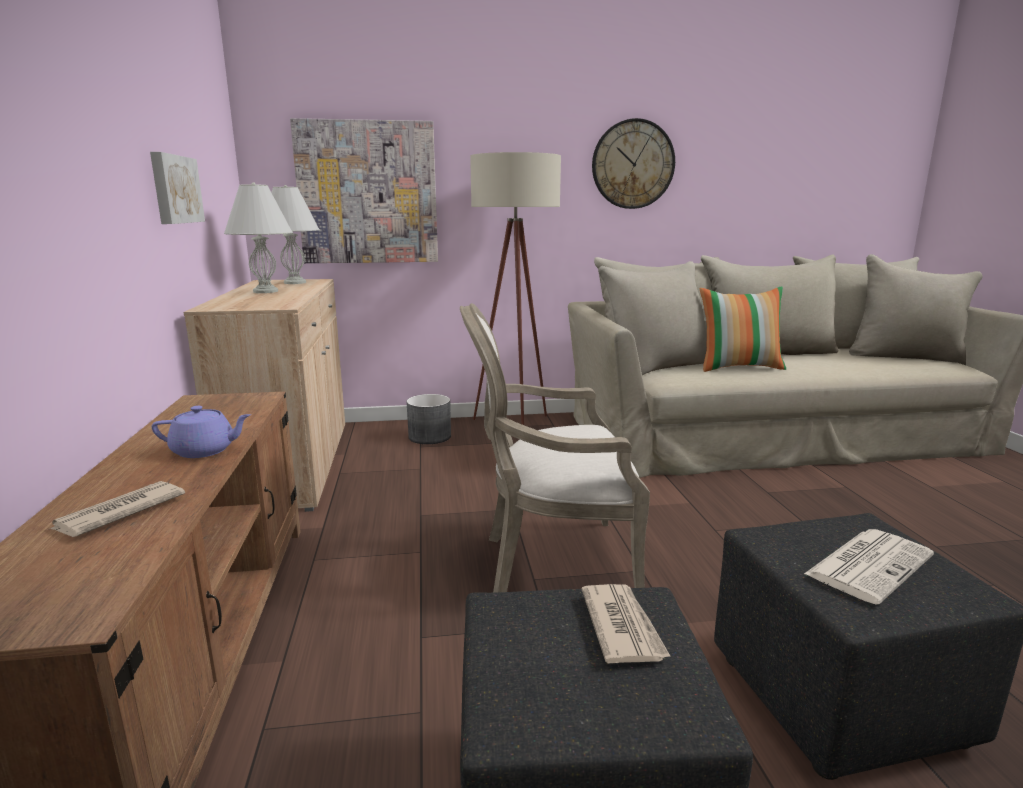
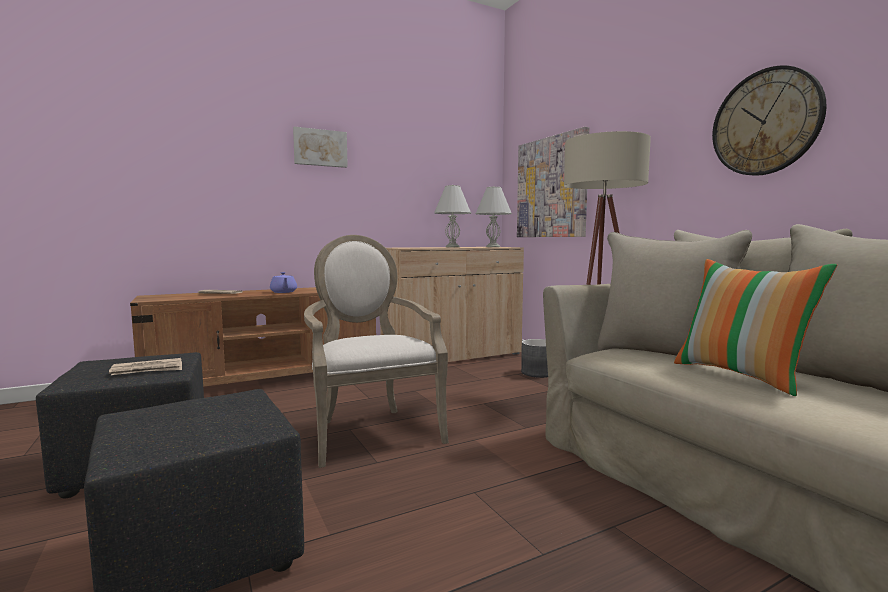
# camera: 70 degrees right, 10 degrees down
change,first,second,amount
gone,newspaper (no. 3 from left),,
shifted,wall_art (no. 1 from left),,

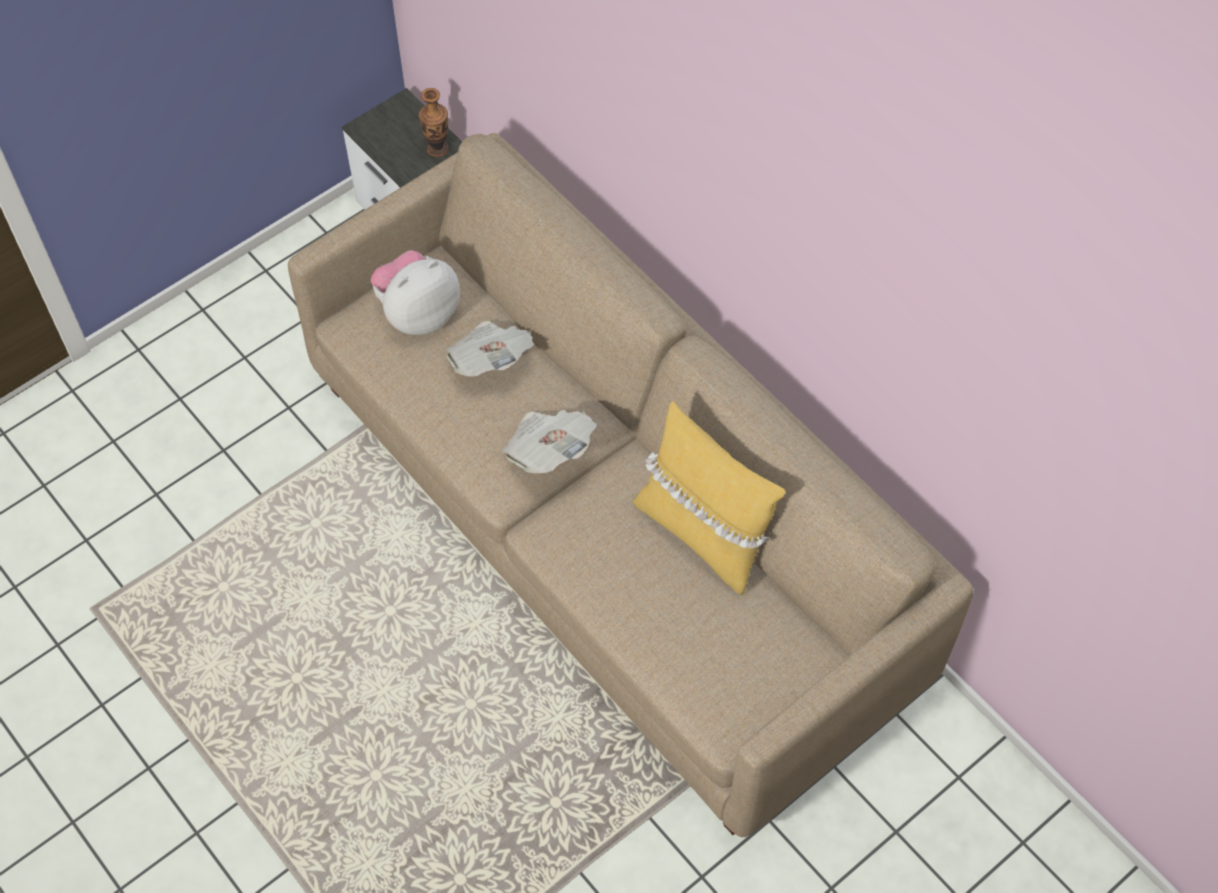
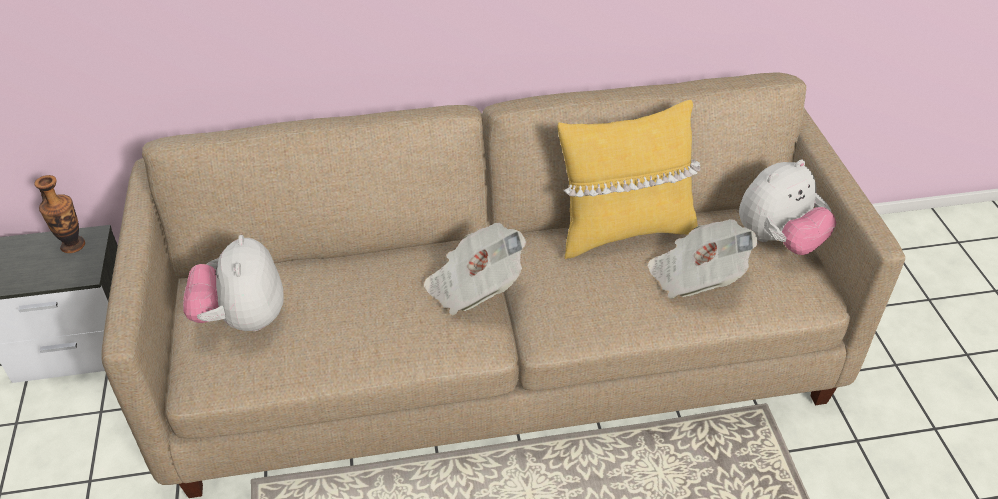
# camera: 60 degrees left, 15 degrees down
change,first,second,amount
new,,soft_toy (no. 2 from left),
shifted,newspaper (no. 1 from left in the first image),newspaper (no. 2 from left),

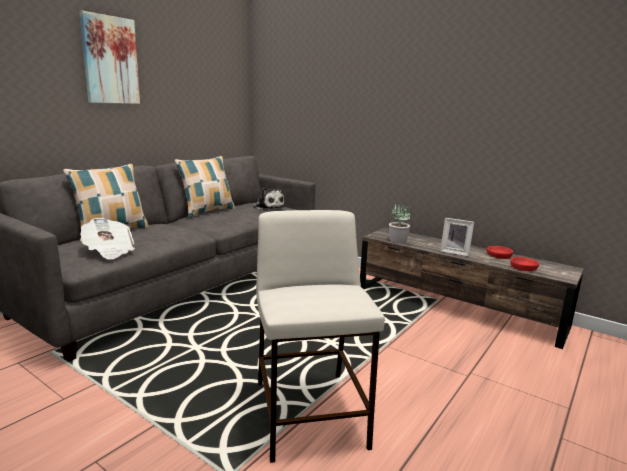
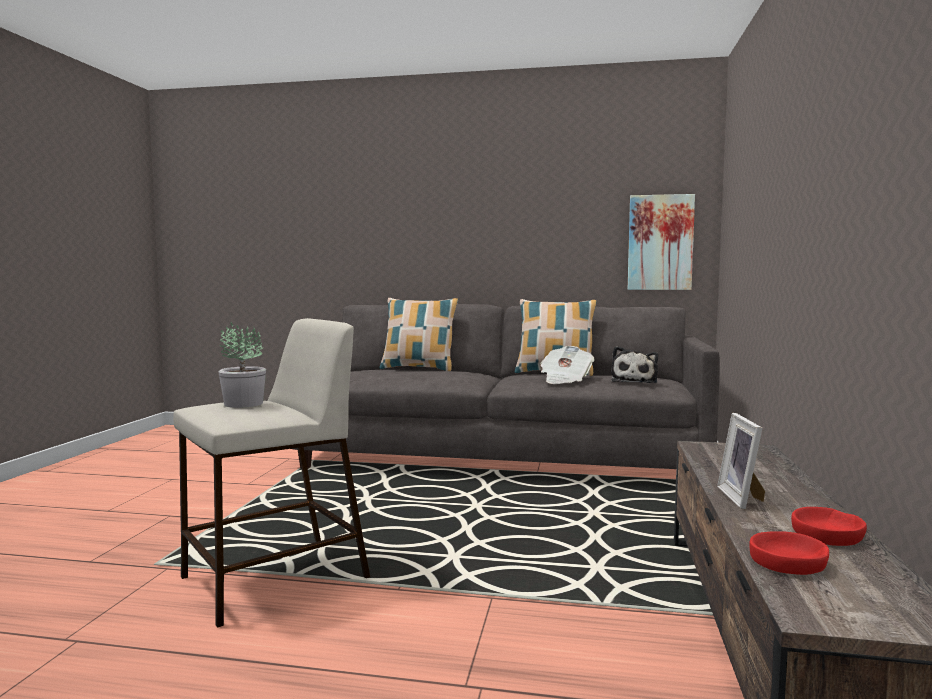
# camera: 65 degrees right, 10 degrees down
change,first,second,amount
shifted,wall_art,,
shifted,newspaper,,
shifted,houseplant,,

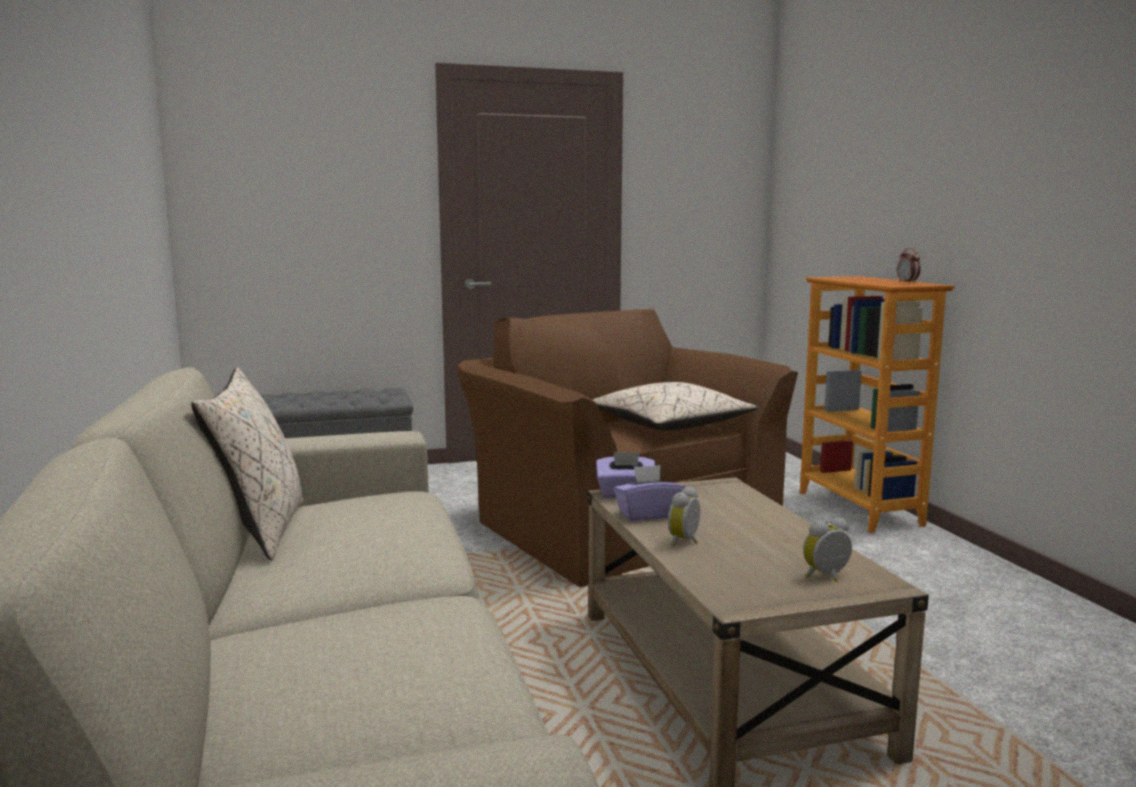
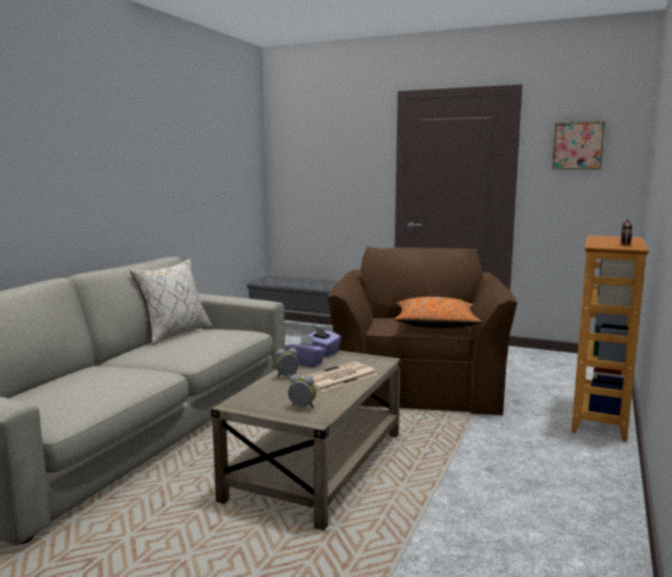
# camera: 40 degrees right, 0 degrees up
change,first,second,amount
new,,newspaper,
new,,wall_art,
repainted,beige_throw_pillow (no. 2 from left),orangey_throw_pillow,

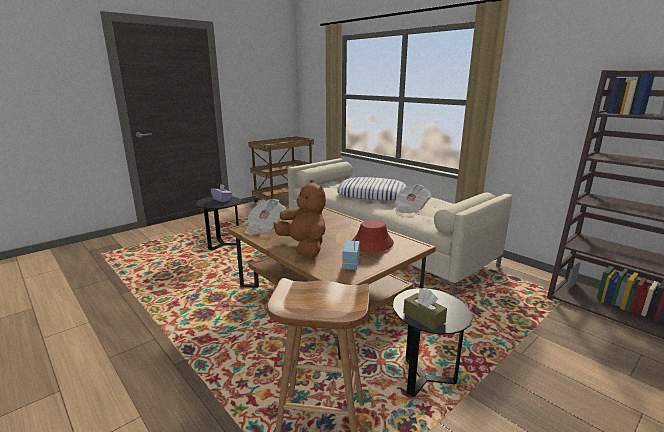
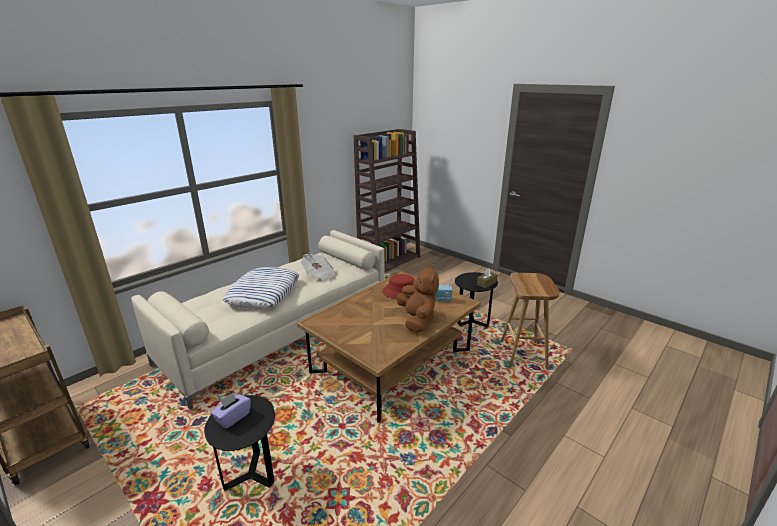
# camera: 95 degrees left, 5 degrees up
change,first,second,amount
gone,newspaper (no. 1 from left),,
rotated,brownish_soft_toy,,120 degrees clockwise

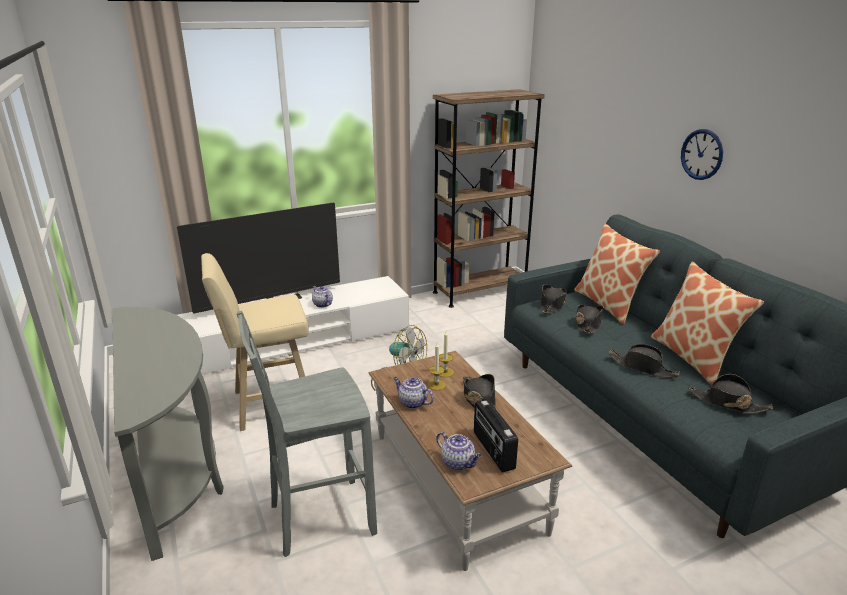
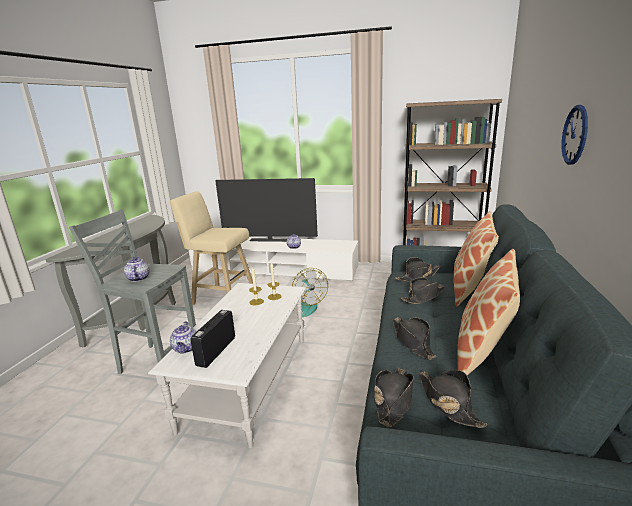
# camera: 40 degrees right, 5 degrees down
change,first,second,amount
shifted,pot_for_tea (no. 2 from left in the first image),pot_for_tea (no. 1 from left),
shifted,blackish_hat (no. 1 from left),,
repainted,brownish_coffee_table,whitish_coffee_table,

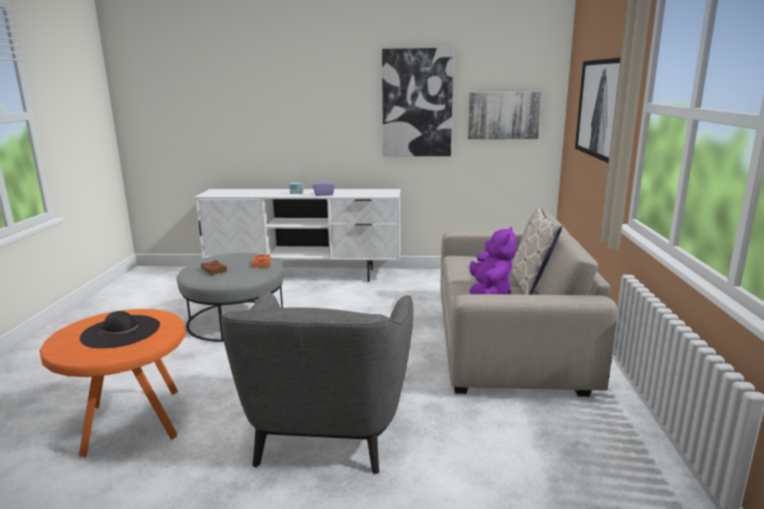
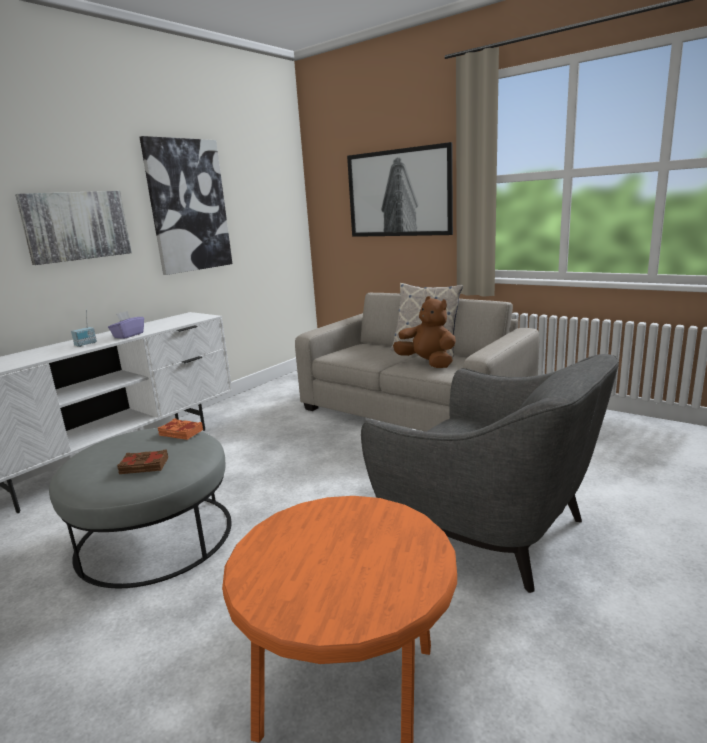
# camera: 55 degrees left, 0 degrees up
change,first,second,amount
gone,blackish_hat,,
shifted,wall_art (no. 2 from left in the first image),wall_art (no. 1 from left),
repainted,purple-coloured_soft_toy,brownish_soft_toy,

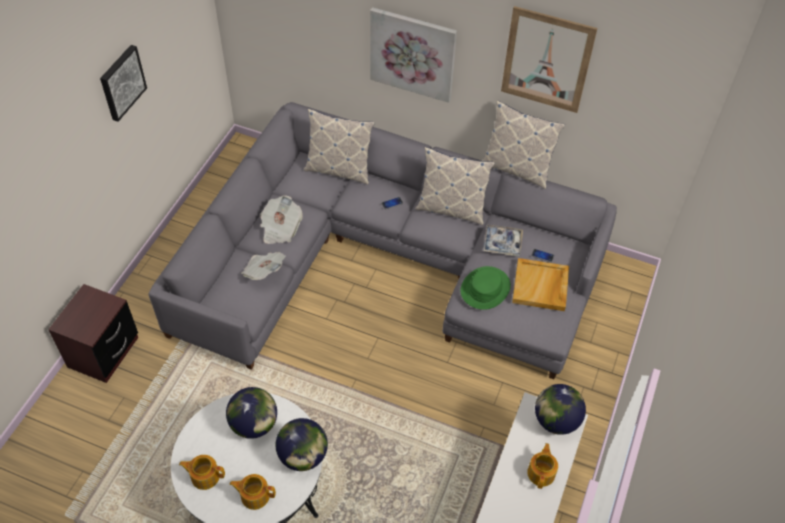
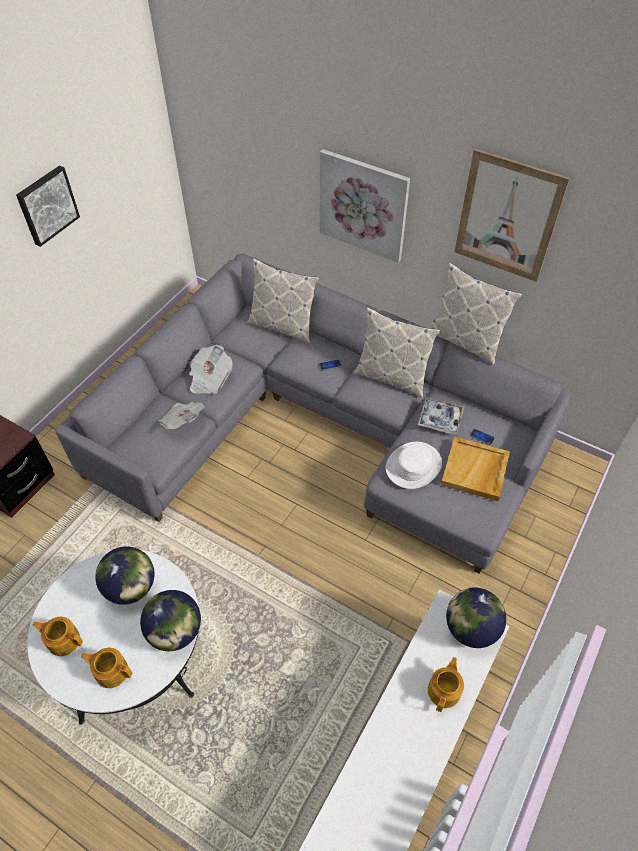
# camera: 10 degrees right, 0 degrees up
change,first,second,amount
repainted,green-coloured_hat,whitish_hat,

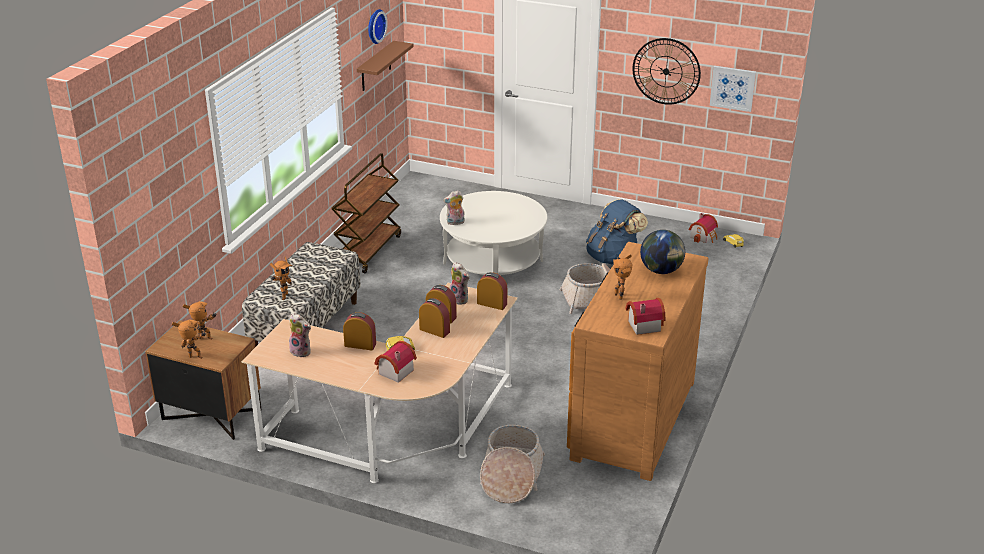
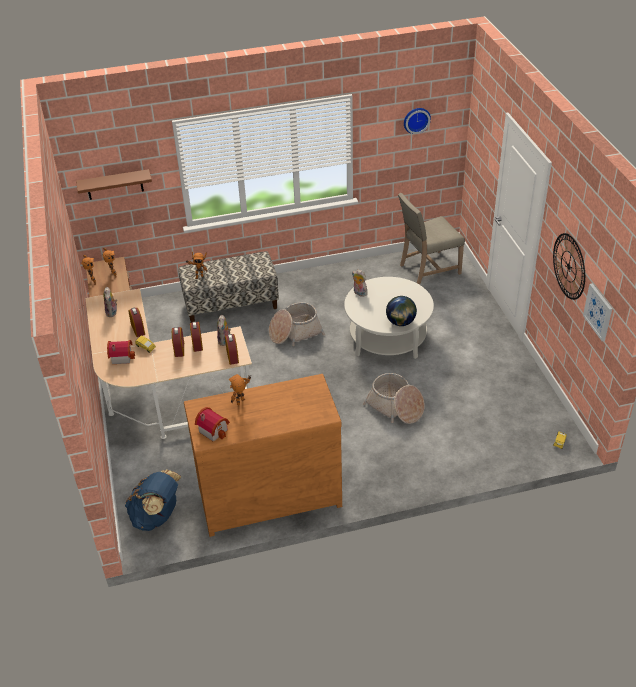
# camera: 55 degrees right, 10 degrees up
change,first,second,amount
gone,brownish_trolley,,
gone,toy_house (no. 3 from left),,
new,,beige_plain_chair,
shifted,brownish_bracket_shelf,,
shifted,household_basket (no. 1 from left),,
shifted,blue-coloured_rucksack,,
shifted,globe,,

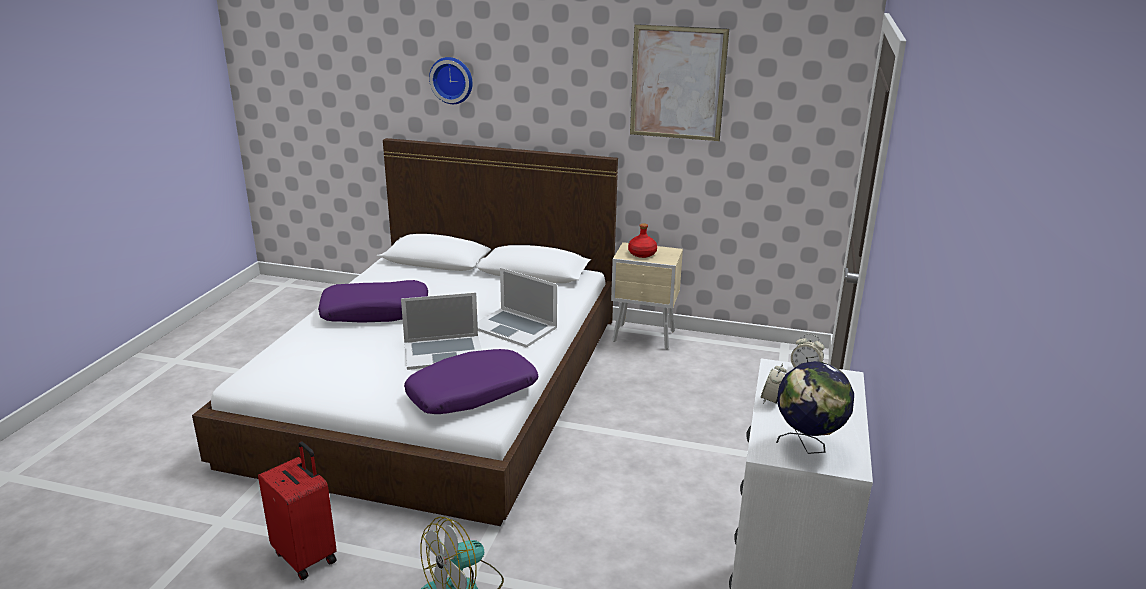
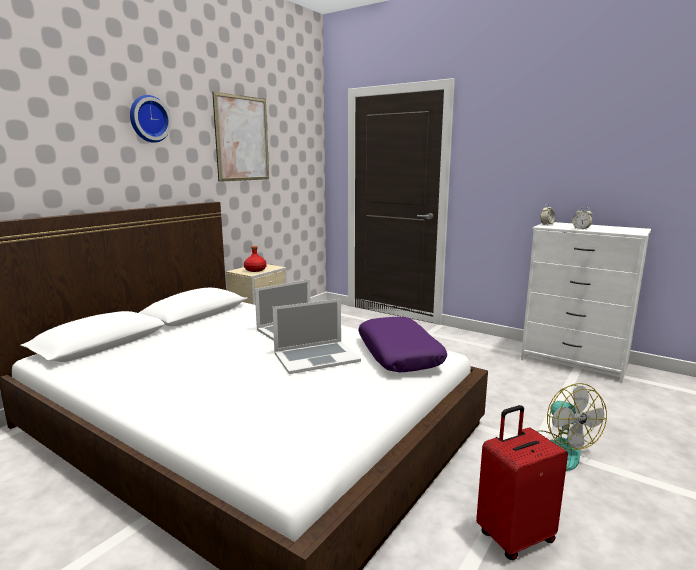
# camera: 70 degrees left, 10 degrees down
change,first,second,amount
gone,purple-coloured_throw_pillow (no. 1 from left),,
gone,globe,,
shifted,clock_on_the_wall,,
rotated,laptop (no. 1 from left in the first image),laptop (no. 2 from left),60 degrees clockwise

